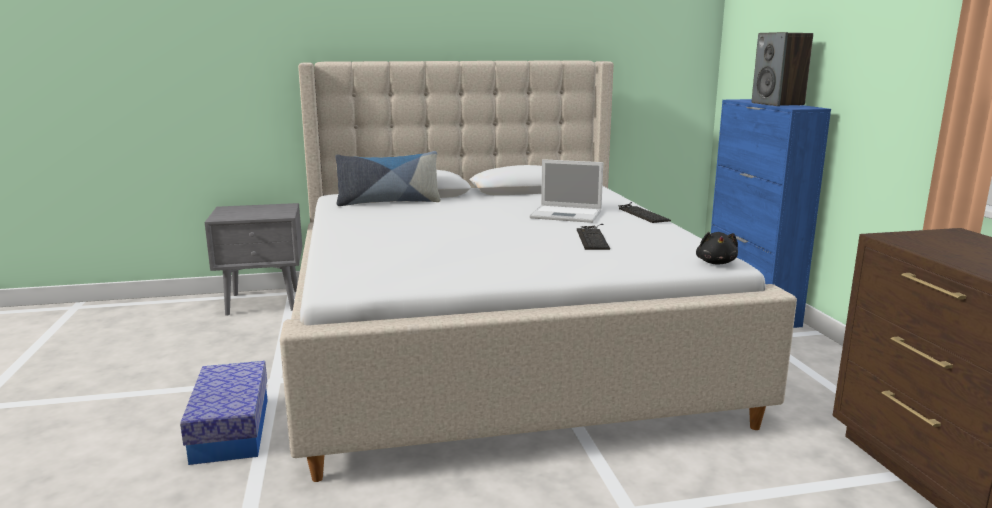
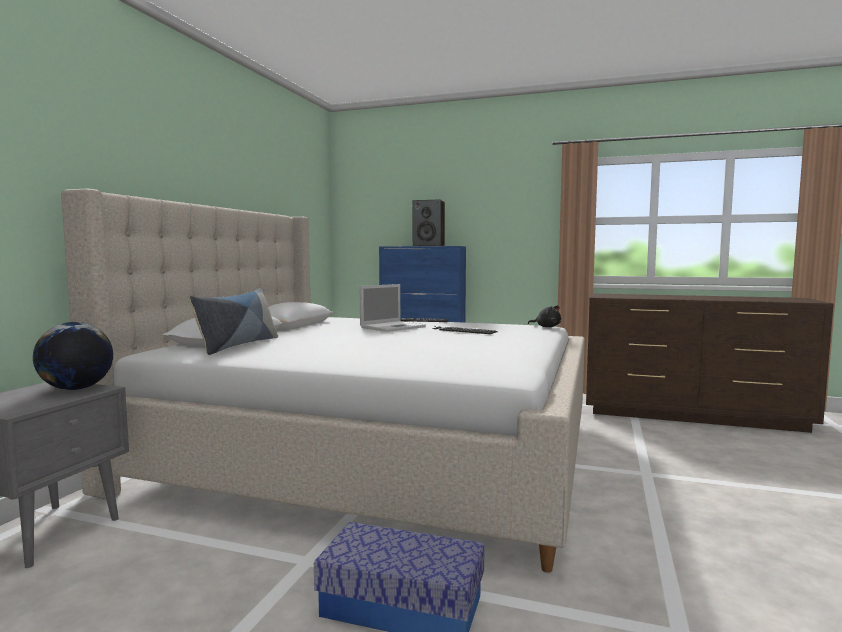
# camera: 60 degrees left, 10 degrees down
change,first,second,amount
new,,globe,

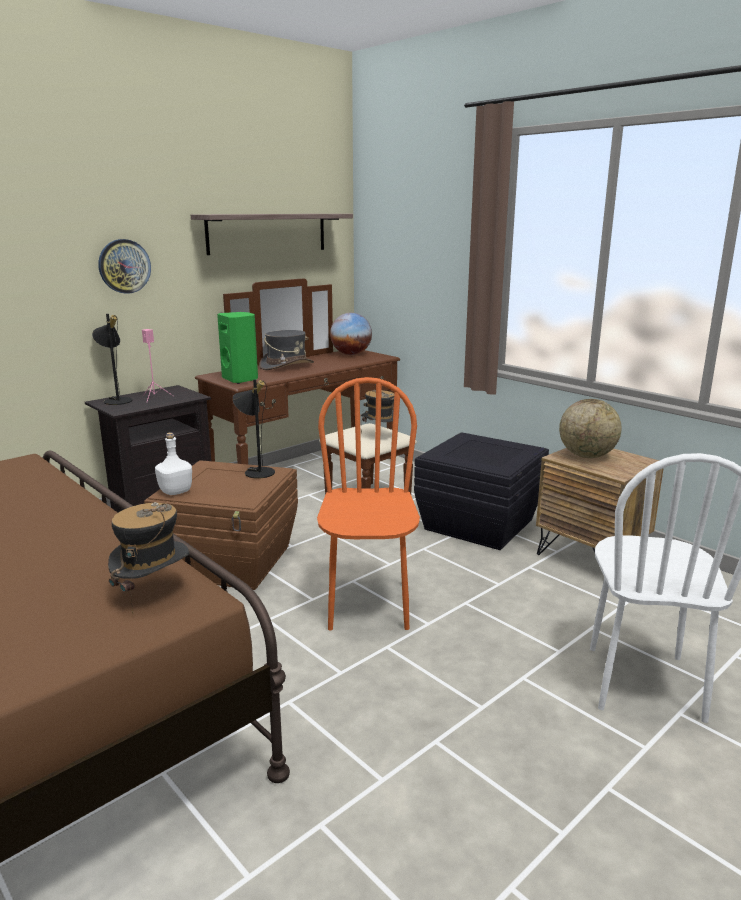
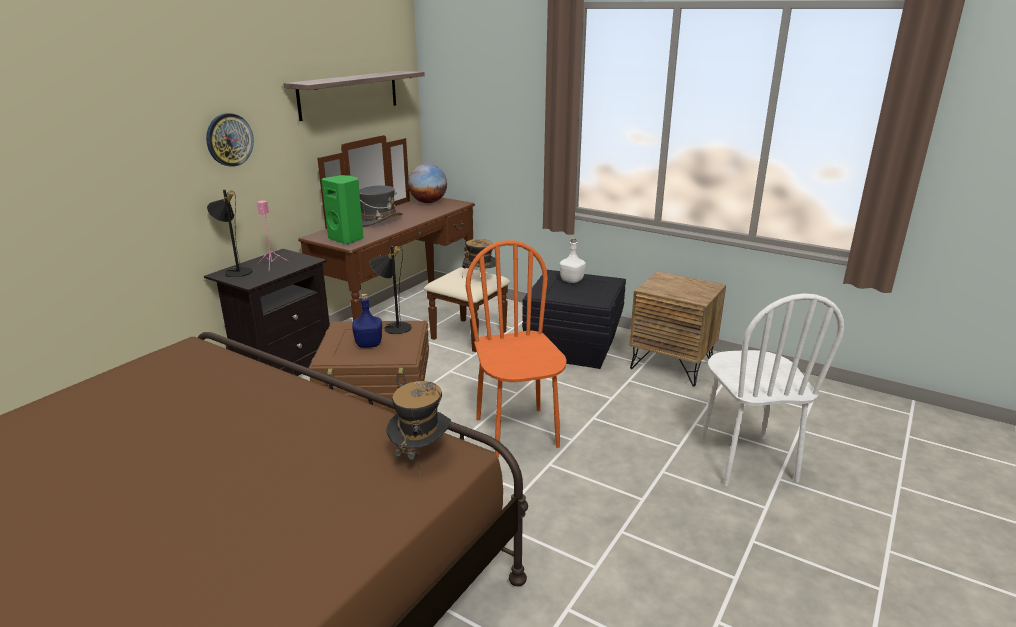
# camera: 15 degrees left, 5 degrees up
change,first,second,amount
gone,globe (no. 2 from left),,
new,,blue-coloured_beverage_bottle,
shifted,whitish_beverage_bottle,,

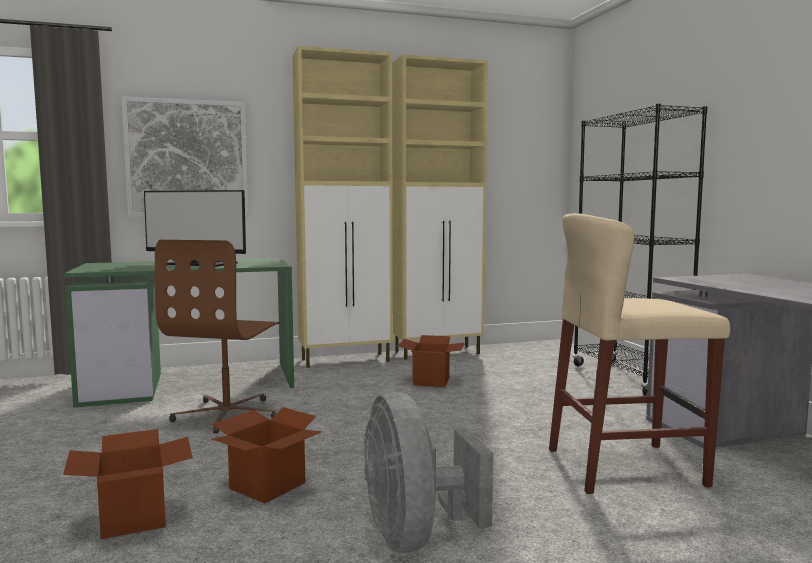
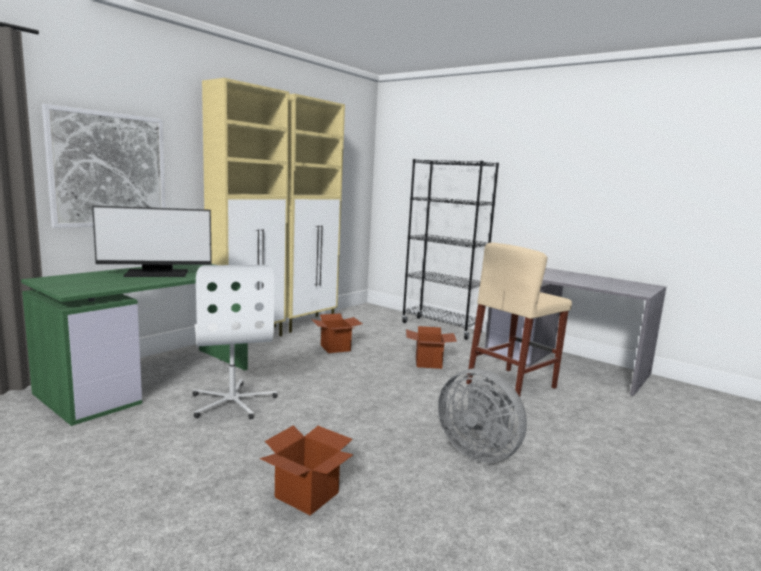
# camera: 35 degrees left, 5 degrees up
change,first,second,amount
shifted,cardboard_box (no. 2 from left in the first image),cardboard_box (no. 3 from left),
repainted,brownish_computer_chair,whitish_computer_chair,

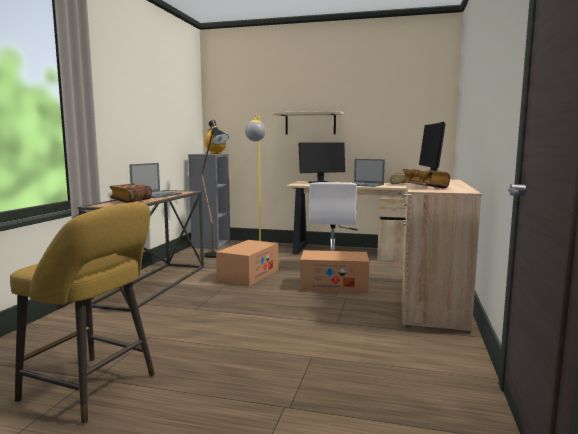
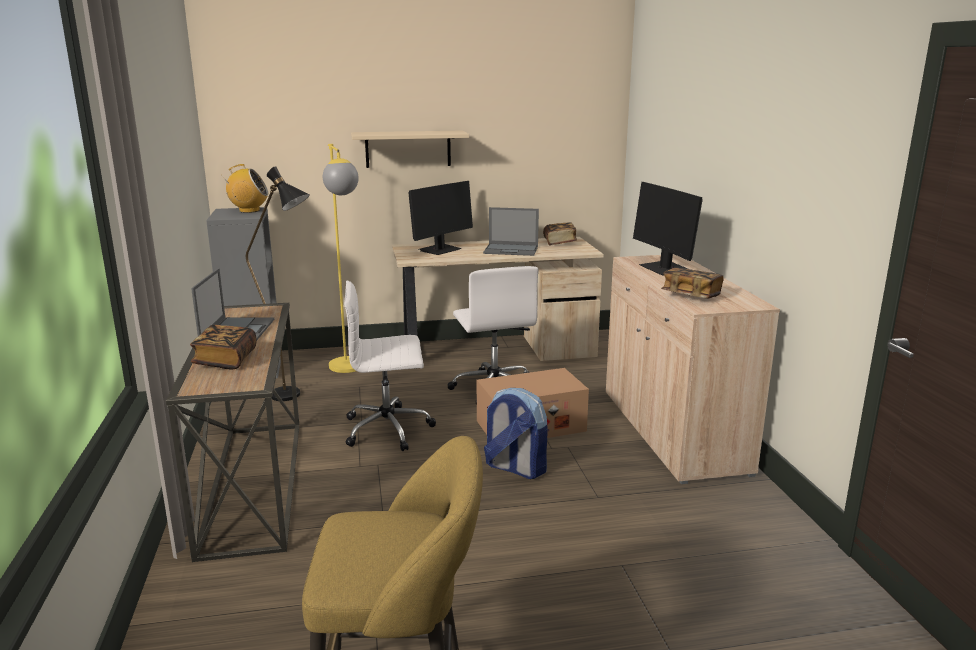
# camera: 25 degrees left, 10 degrees up
change,first,second,amount
new,,rucksack,
swapped,cardboard_box (no. 1 from left),whitish_computer_chair (no. 1 from left),

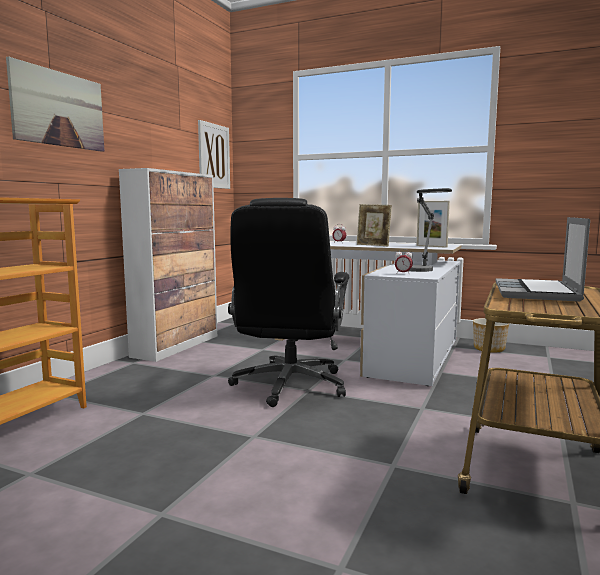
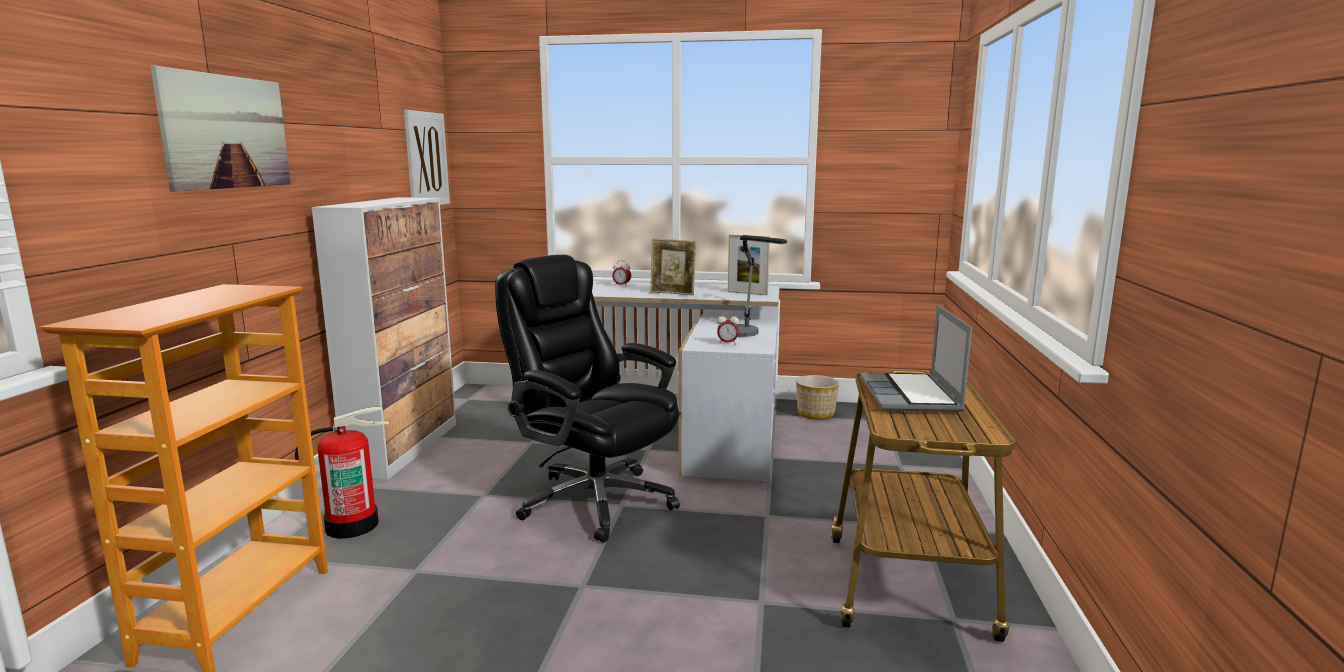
# camera: 15 degrees left, 5 degrees up
change,first,second,amount
new,,extinguisher,
rotated,blackish_computer_chair,,135 degrees clockwise

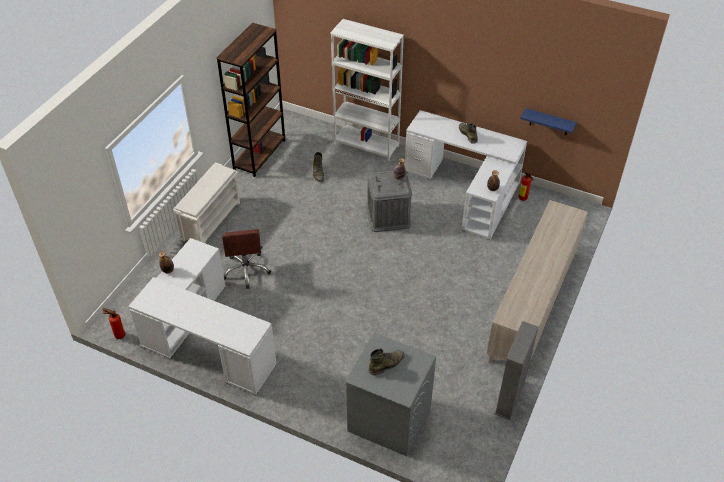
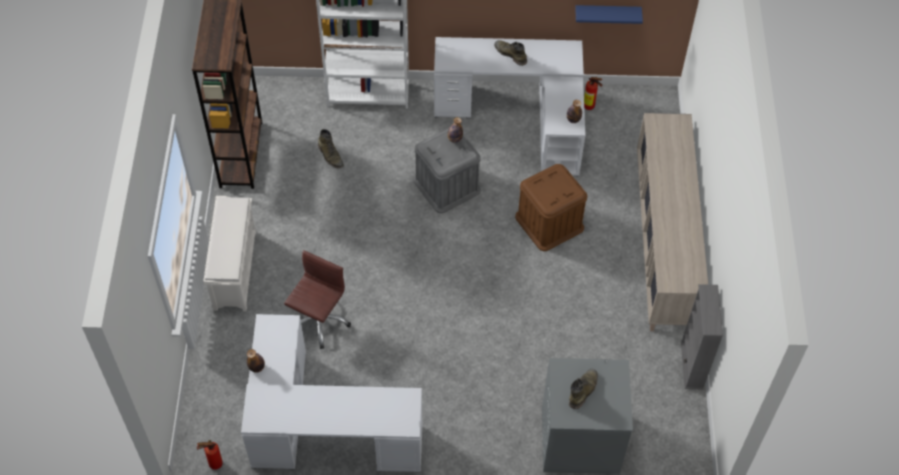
# camera: 25 degrees left, 10 degrees up
change,first,second,amount
new,,brownish_storage_bin,
rotated,brownish_computer_chair,,120 degrees counterclockwise

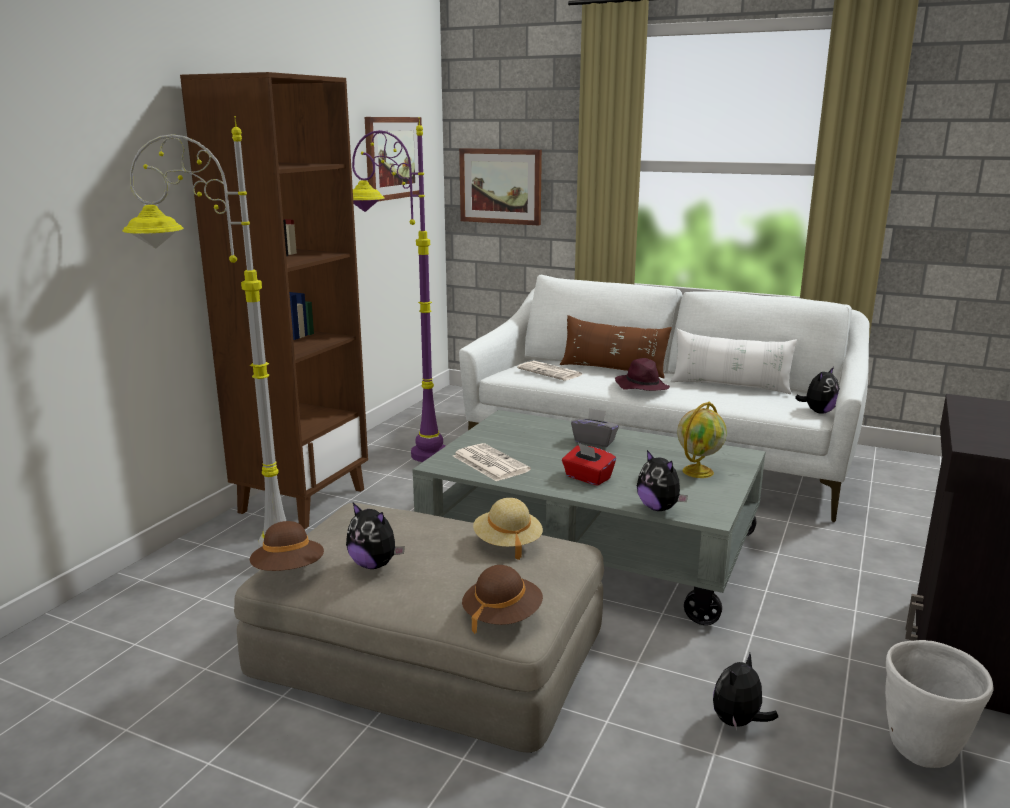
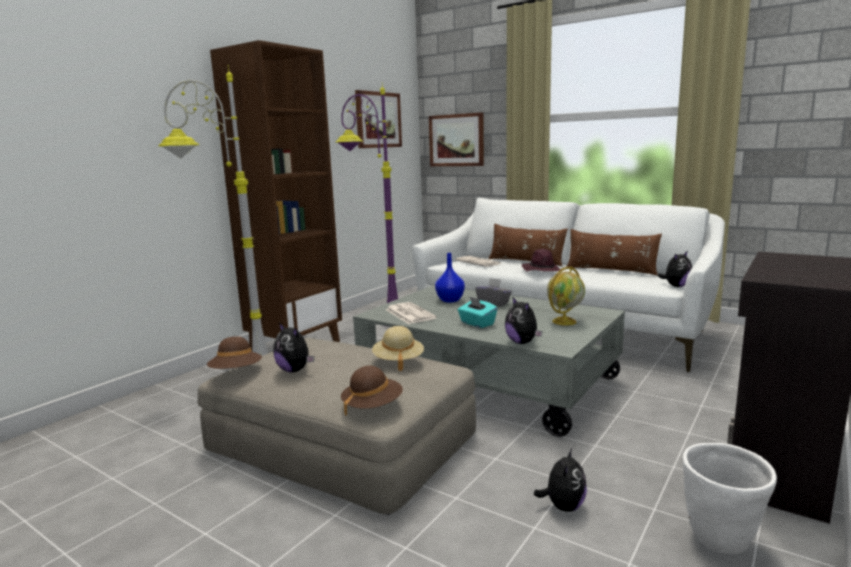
# camera: 10 degrees right, 5 degrees down
change,first,second,amount
new,,blue-coloured_vase,
repainted,reddish_tissue_holder,turquoise-coloured_tissue_holder,
repainted,whitish_throw_pillow,brownish_throw_pillow (no. 2 from left),
rotated,soft_toy (no. 3 from left),,150 degrees clockwise

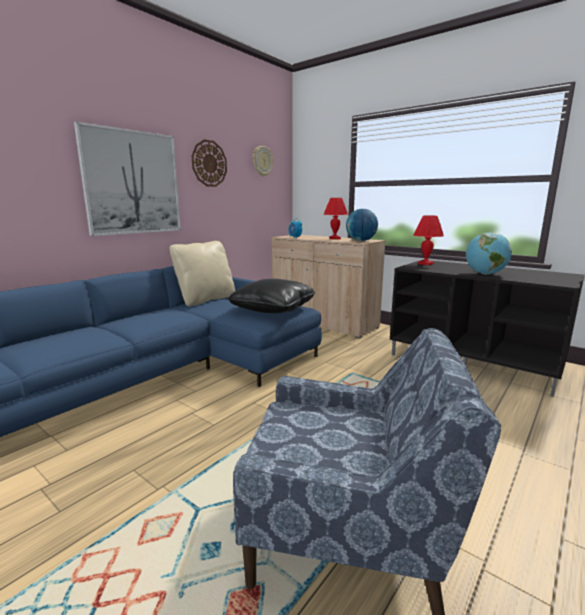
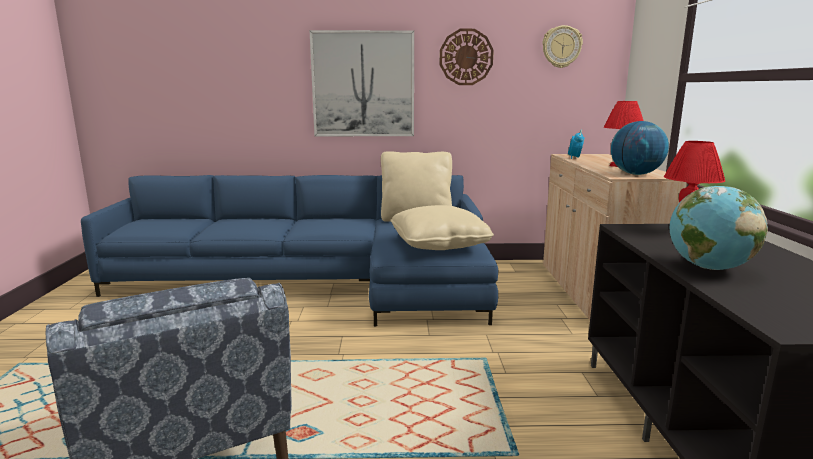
# camera: 50 degrees right, 0 degrees up
change,first,second,amount
repainted,blackish_throw_pillow,beige_throw_pillow (no. 2 from left),

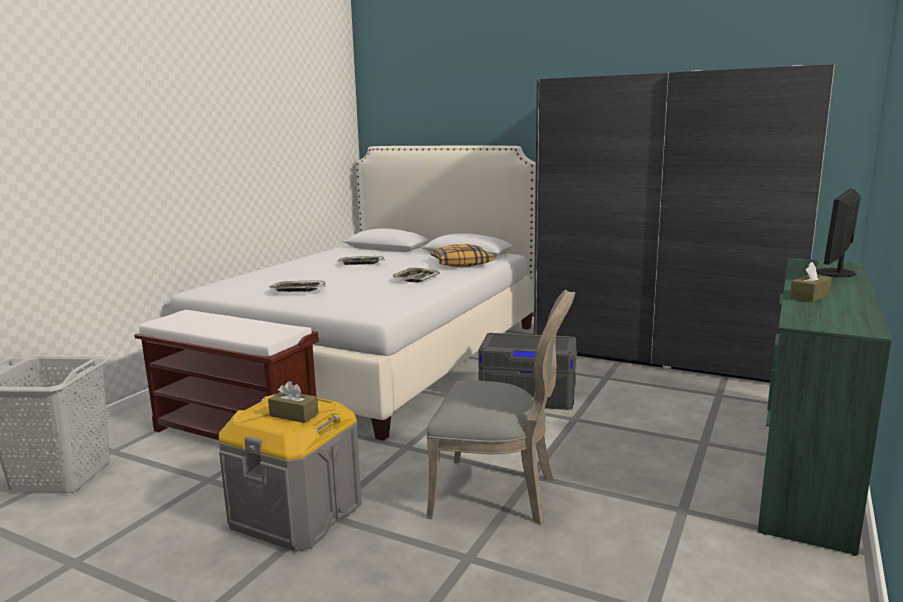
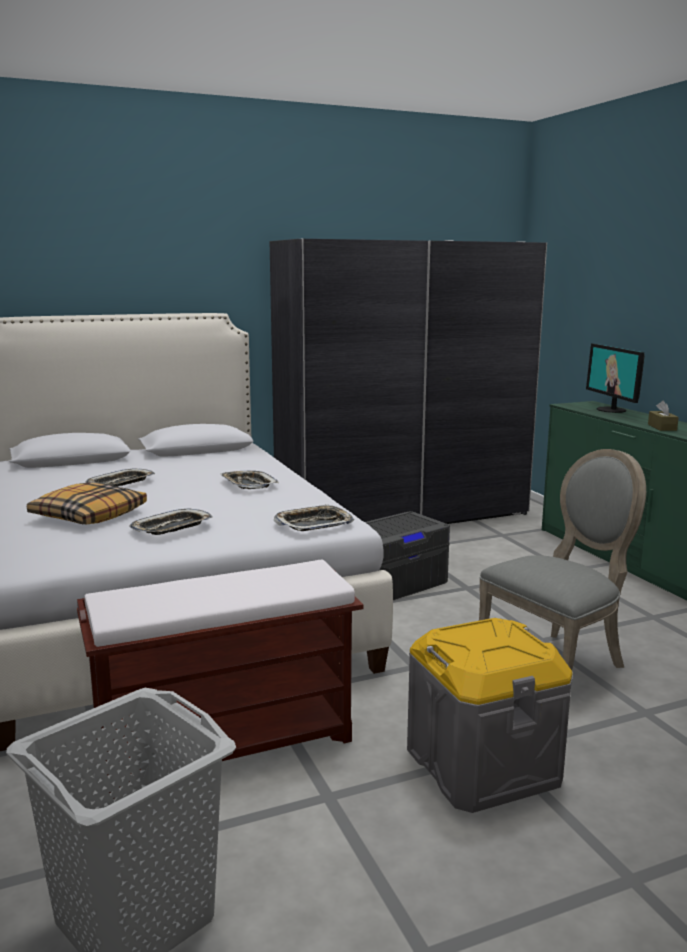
# camera: 50 degrees left, 0 degrees up
change,first,second,amount
gone,brownish_tissue_holder (no. 1 from left),,
new,,carrying_tray (no. 4 from left),
shifted,throw_pillow,,

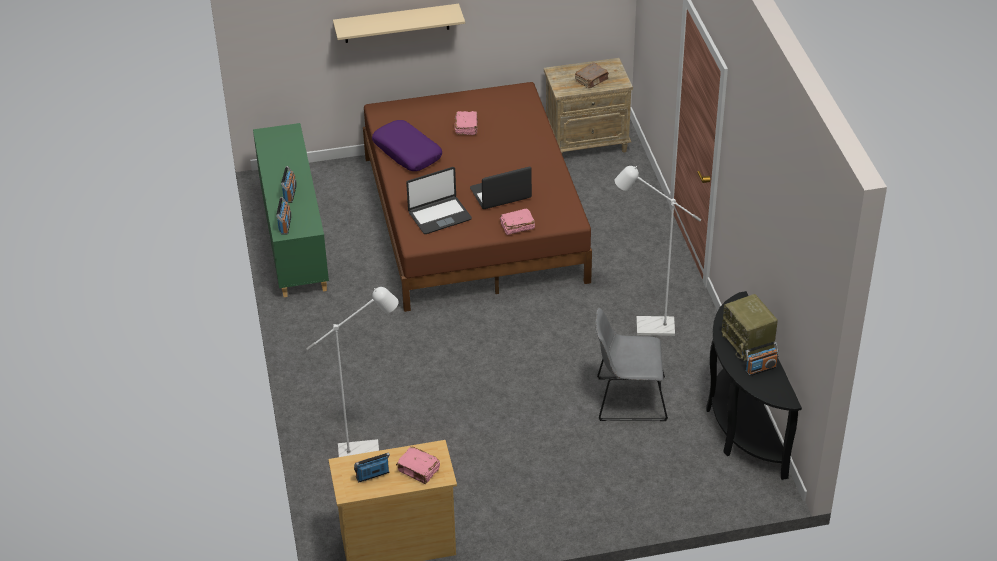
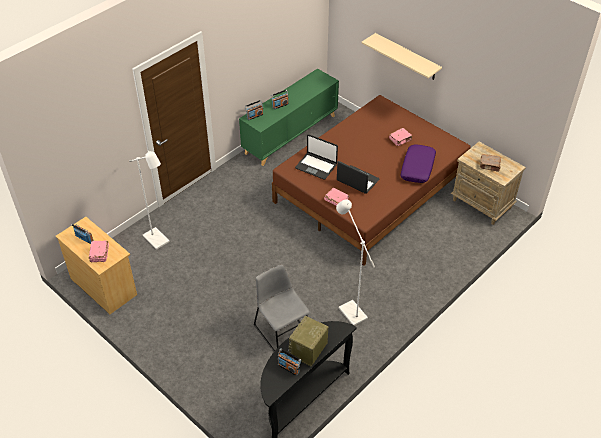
# camera: 55 degrees right, 5 degrees up
change,first,second,amount
shifted,purple-coloured_throw_pillow,,

